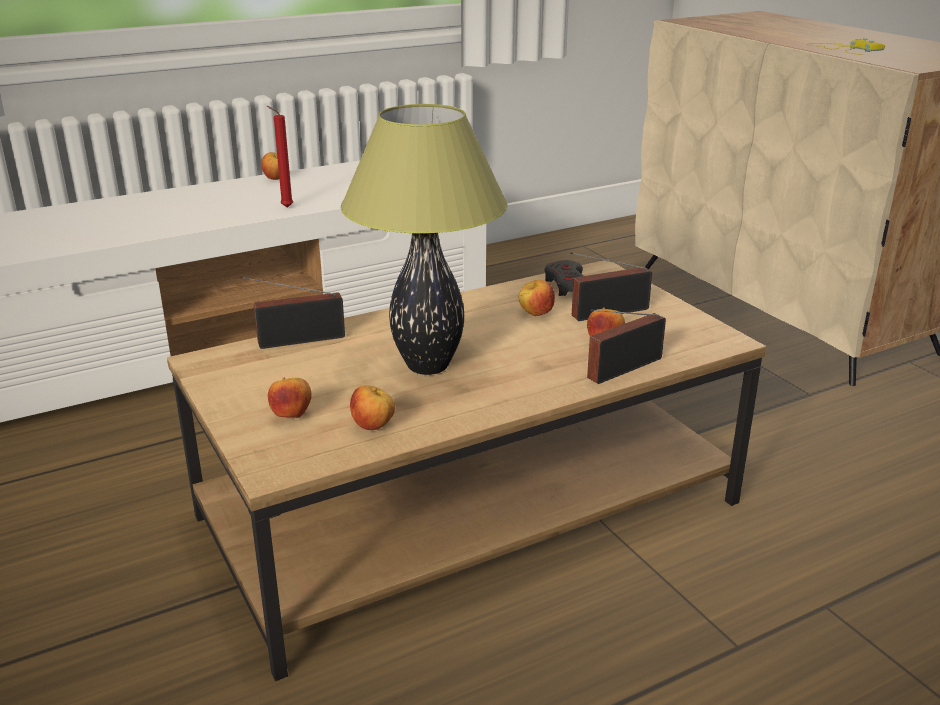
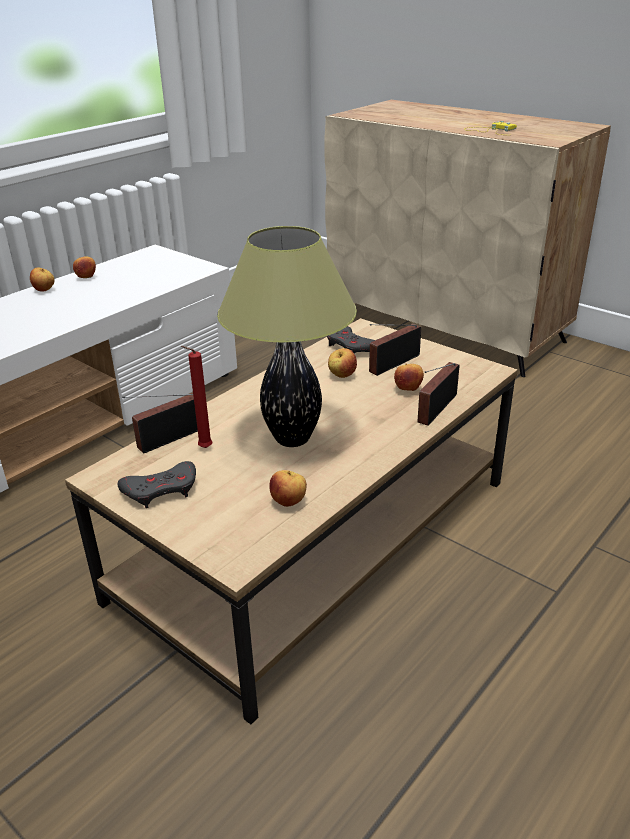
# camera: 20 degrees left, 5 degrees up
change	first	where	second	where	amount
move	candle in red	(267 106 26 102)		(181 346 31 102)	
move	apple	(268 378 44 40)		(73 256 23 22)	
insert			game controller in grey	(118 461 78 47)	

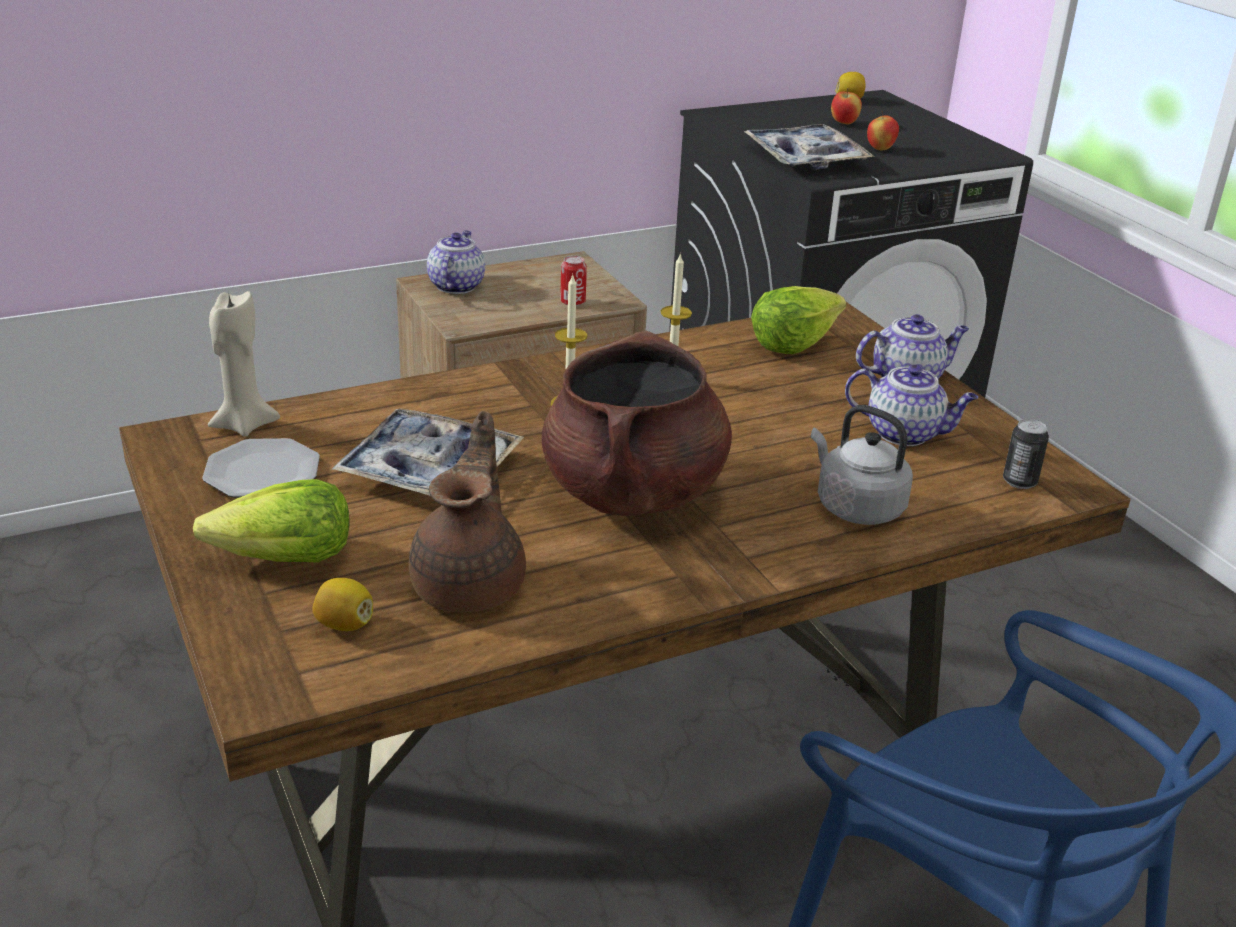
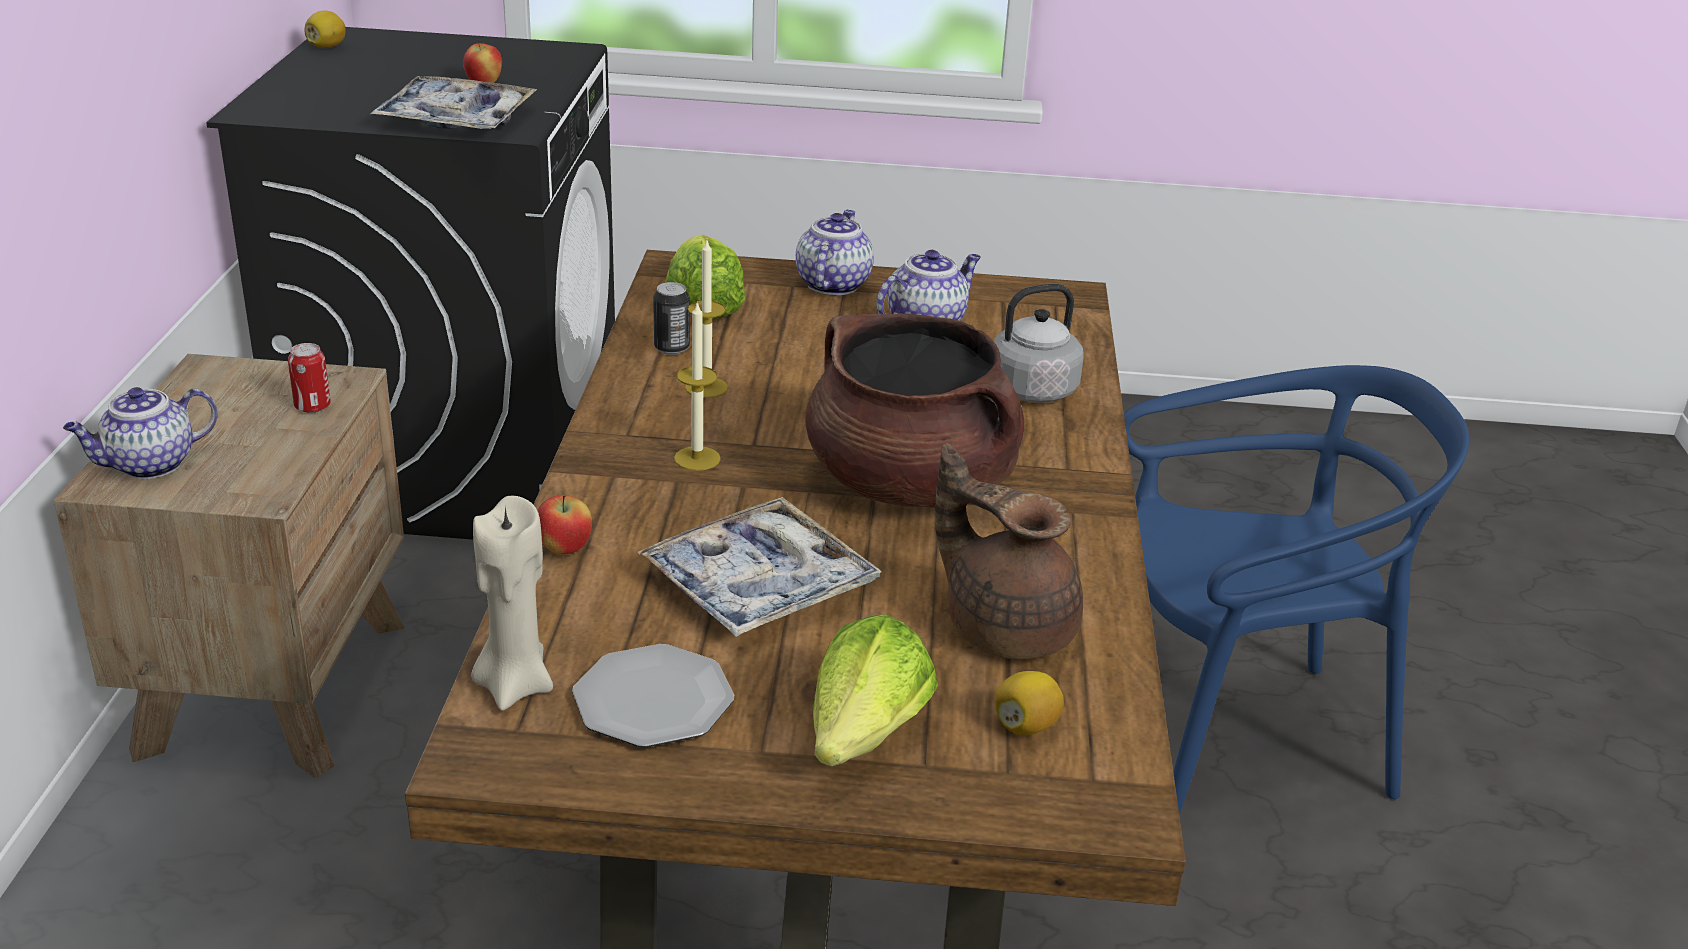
# camera: 60 degrees left, 0 degrees up
change	first	where	second	where	amount
rotate	teapot	(427 230 58 64)		(63 387 155 92)	75 degrees counterclockwise
move	apple	(831 88 31 36)		(537 495 55 60)	
move	can	(1003 419 46 70)		(653 282 37 73)	

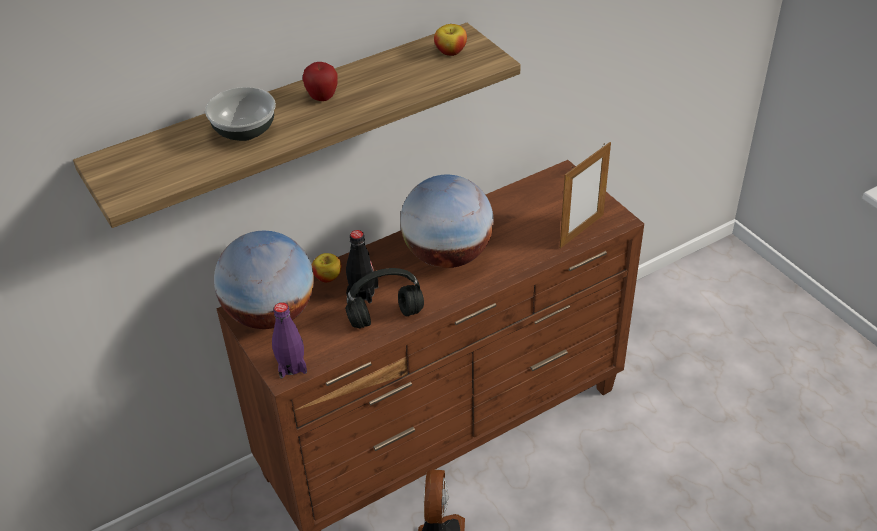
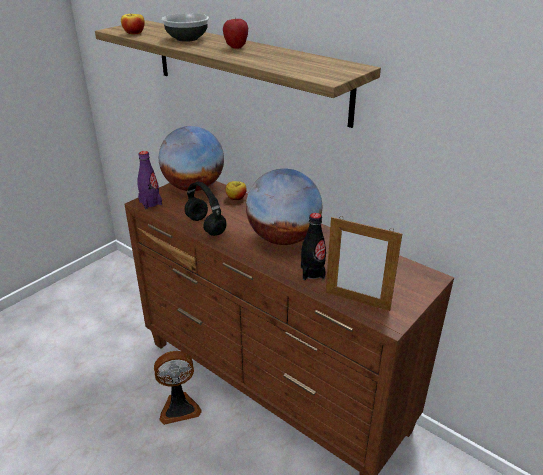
# camera: 70 degrees right, 10 degrees down
change	first	where	second	where	amount
move	bottle in black	(346 230 32 73)		(301 213 25 67)	
move	apple	(434 24 33 32)		(121 13 24 21)	

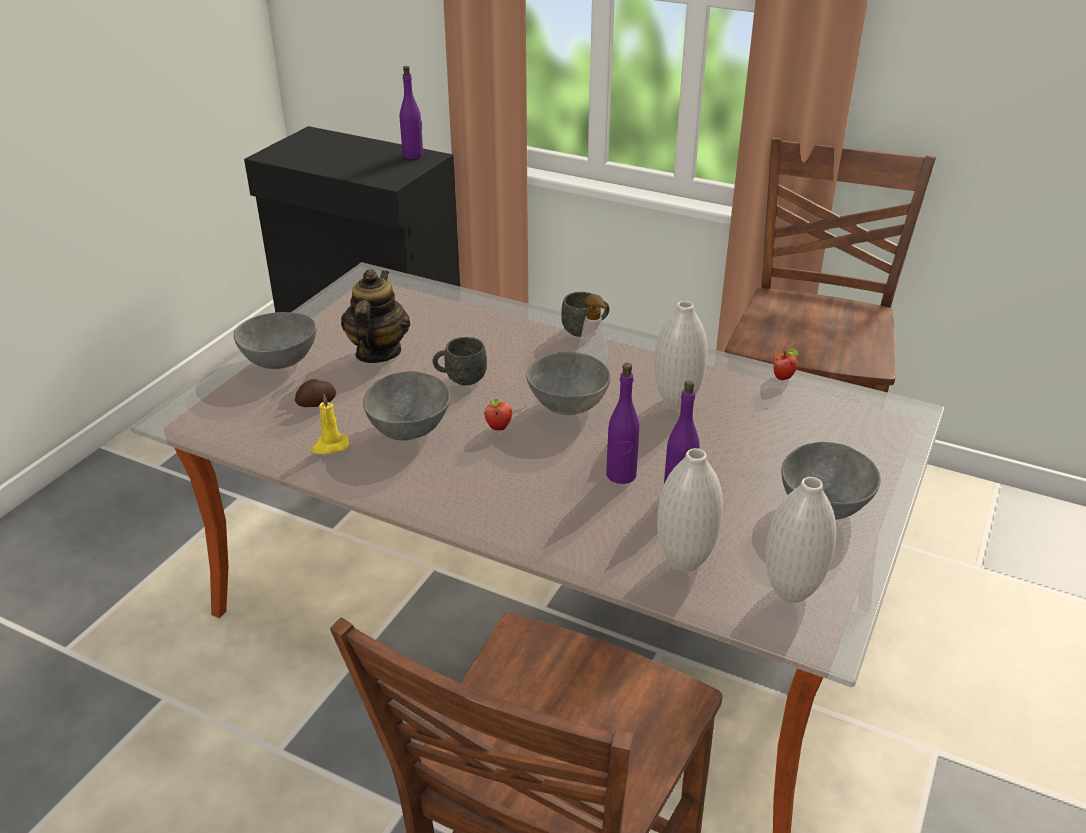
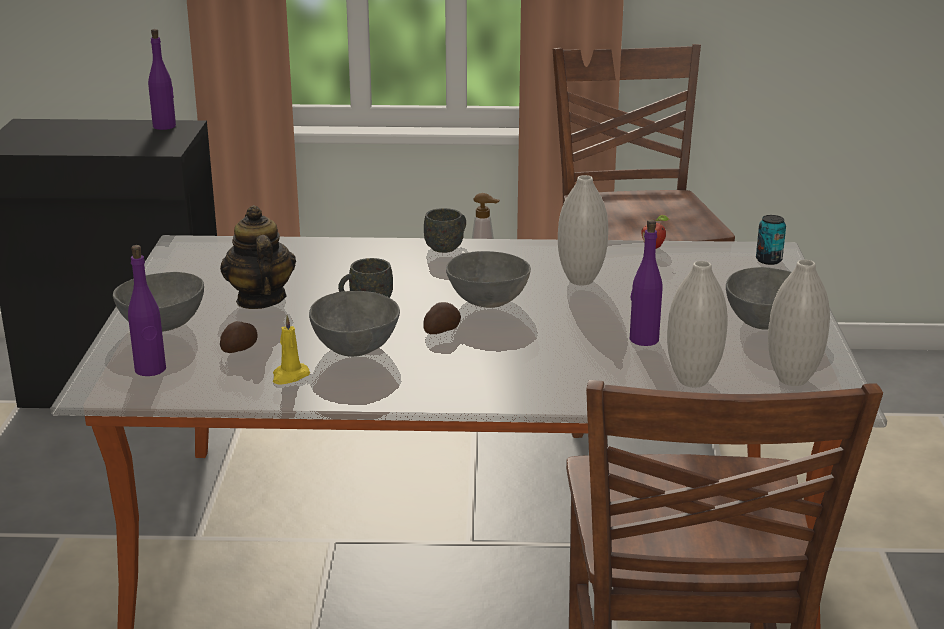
# camera: 25 degrees left, 10 degrees down
change	first	where	second	where	amount
replace	apple	(484 398 28 33)	potato	(423 302 38 32)	
move	bottle in purple	(606 363 34 121)		(128 245 38 131)	
insert			can	(756 215 30 50)	

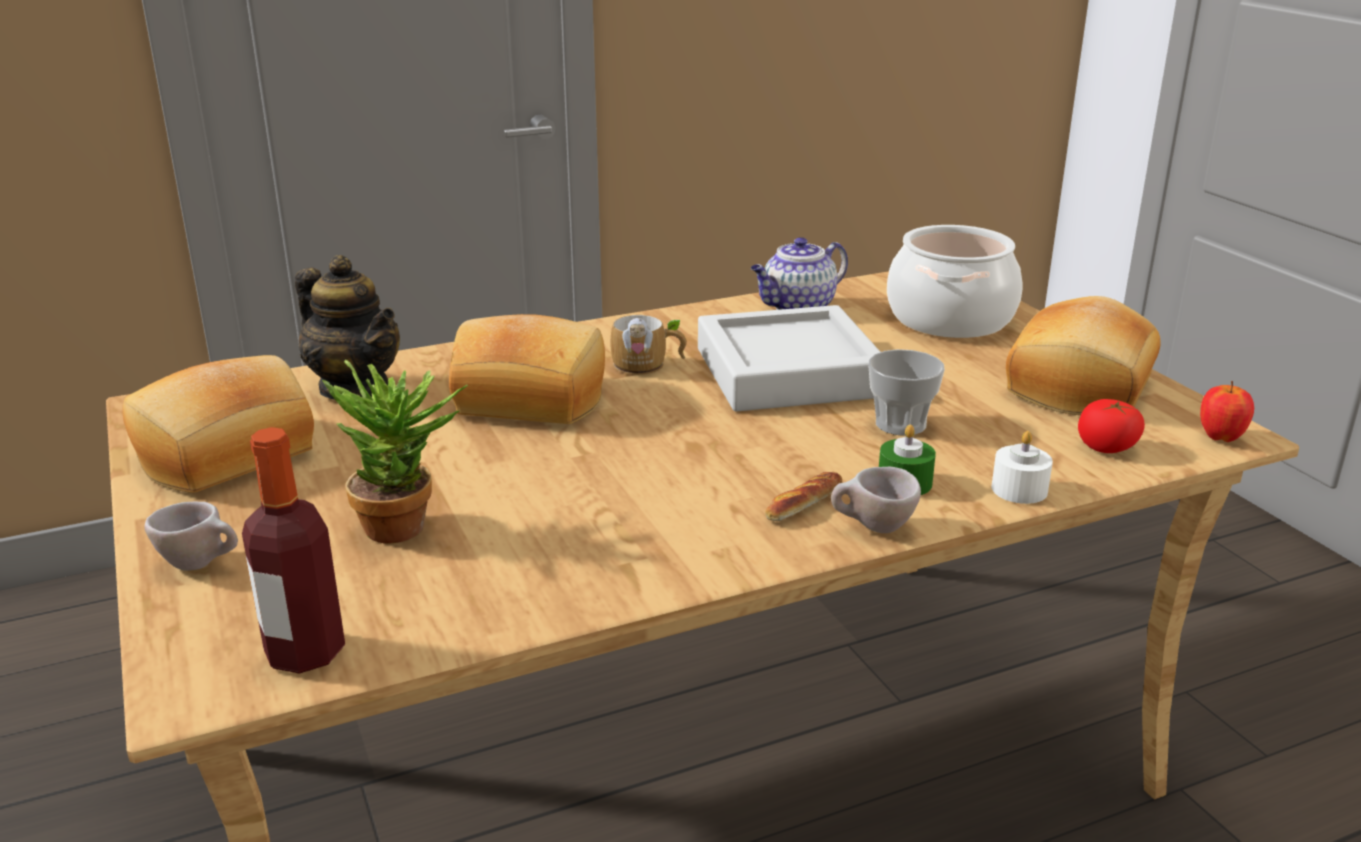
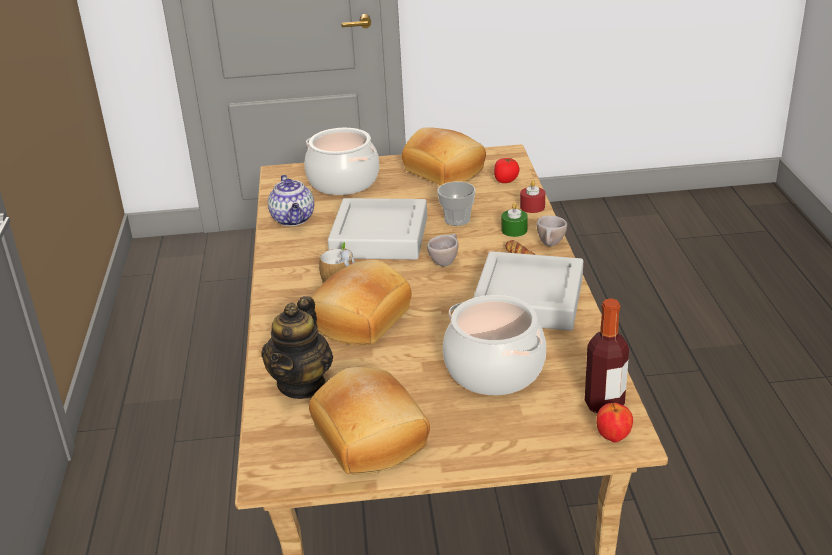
# camera: 70 degrees left, 5 degrees up
change	first	where	second	where	amount
move	cup in beige	(144 502 94 69)		(427 234 32 32)	
rotate	teapot	(295 255 105 145)		(261 296 72 103)	135 degrees clockwise
replace	potted plant	(322 360 146 184)	cooking pot	(443 295 103 100)	
recolor	candle in white	(992 431 61 73)	candle in red	(520 180 25 33)	
move	apple	(1200 381 54 61)		(596 403 37 40)	
insert			tray in grey	(473 251 110 80)	

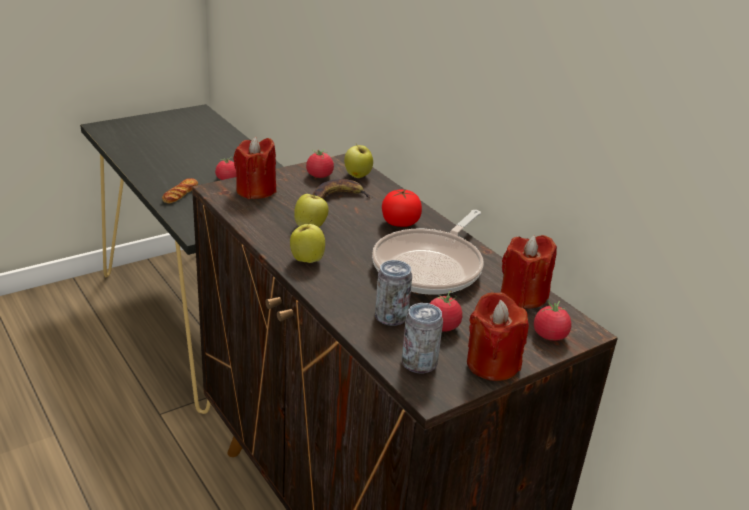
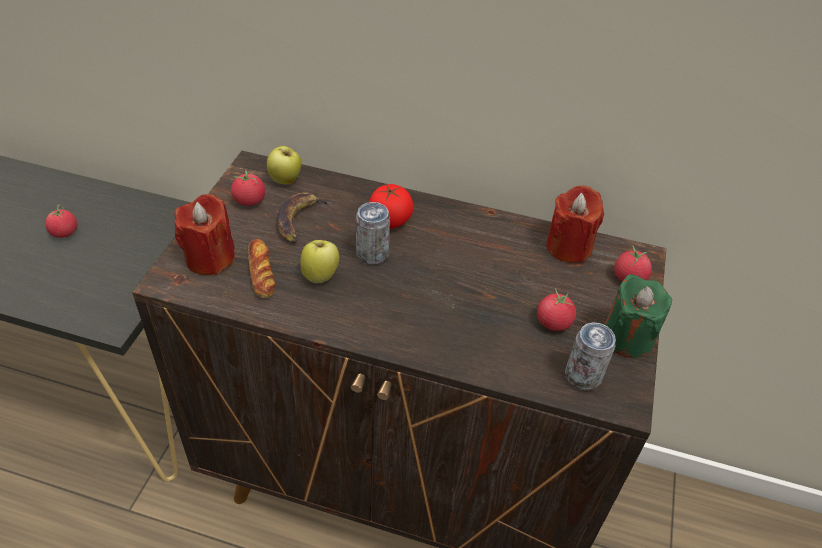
# camera: 40 degrees left, 15 degrees up
change	first	where	second	where	amount
move	bread	(162 178 36 26)		(248 239 27 59)	
delete	apple	(290 220 35 43)			
delete	frying pan	(372 210 112 85)			
move	can	(375 260 37 66)		(356 202 34 63)	
recolor	candle in red	(467 292 62 89)	candle in green	(604 274 68 84)	

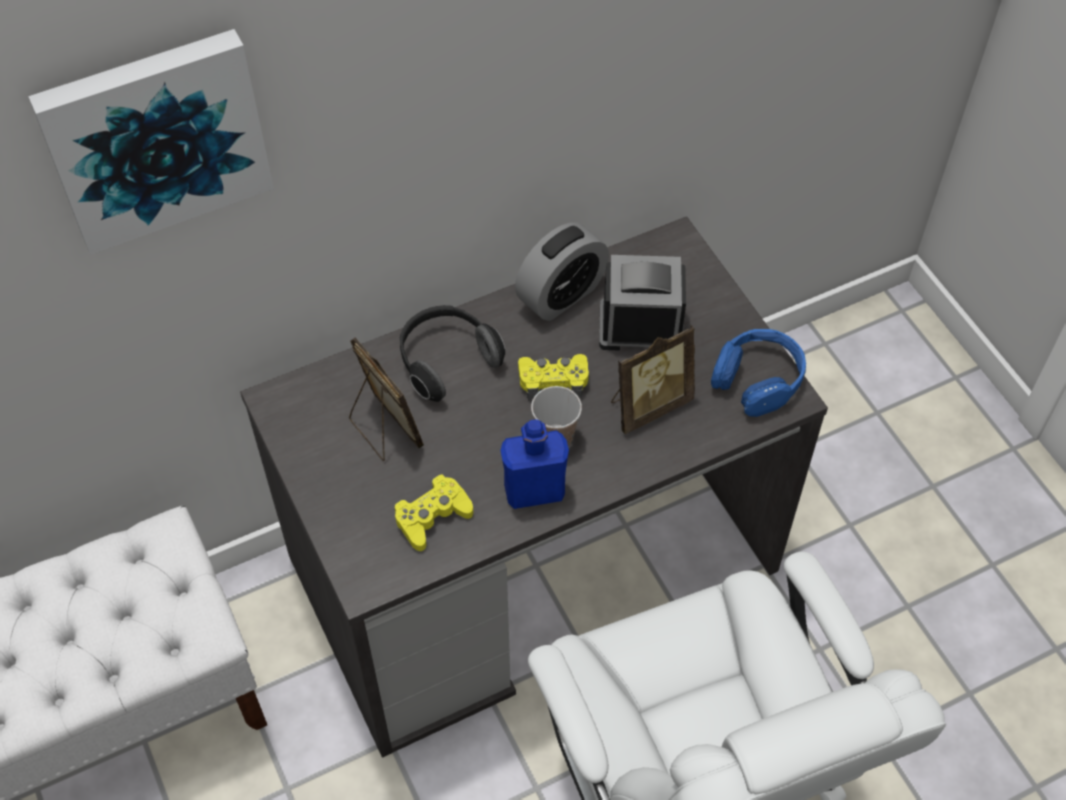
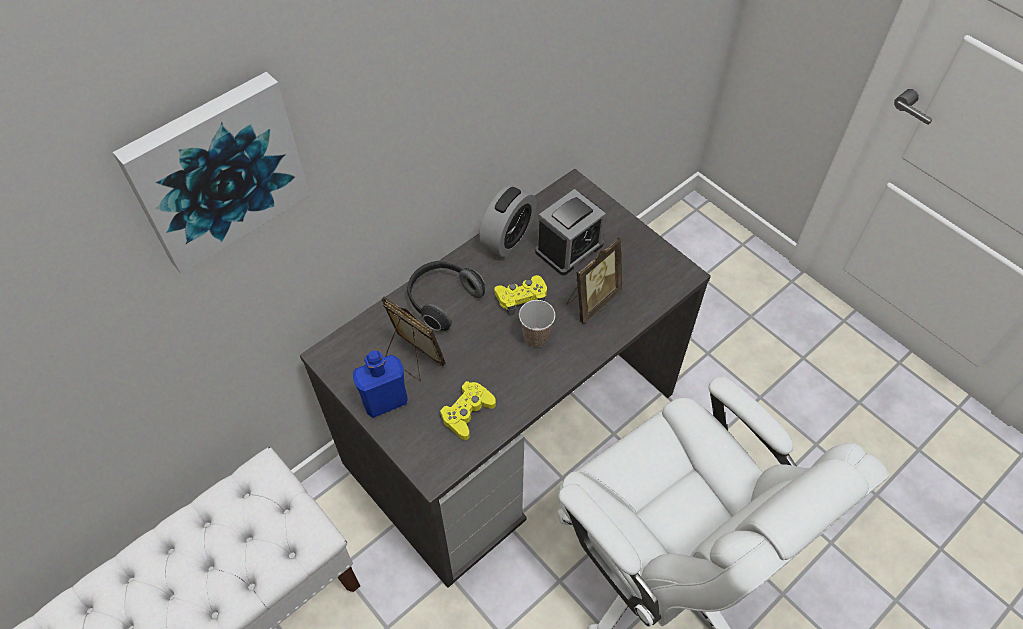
# camera: 15 degrees left, 0 degrees up
change	first	where	second	where	amount
move	bottle in blue	(500 419 69 90)		(353 350 55 68)	
rotate	alarm clock	(599 255 87 96)		(535 189 71 87)	150 degrees clockwise
delete	headphones in blue	(711 329 95 88)			

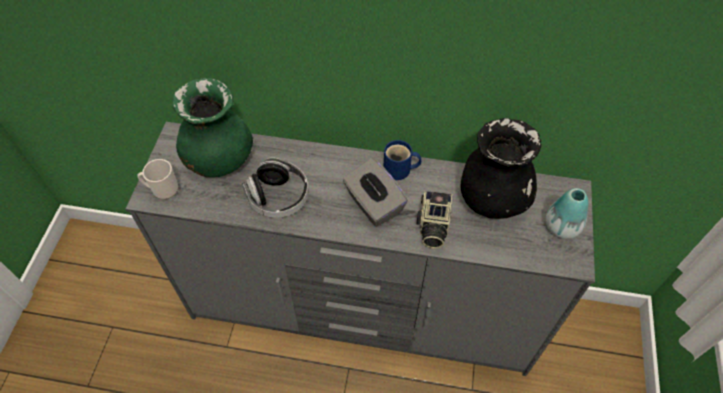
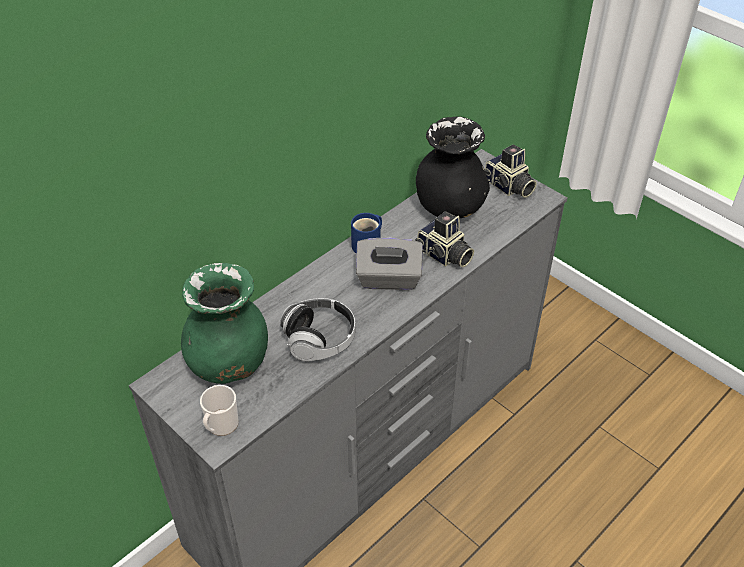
# camera: 55 degrees left, 10 degrees down
change	first	where	second	where	amount
replace	vase	(546 188 42 51)	photo camera	(484 144 53 54)	

